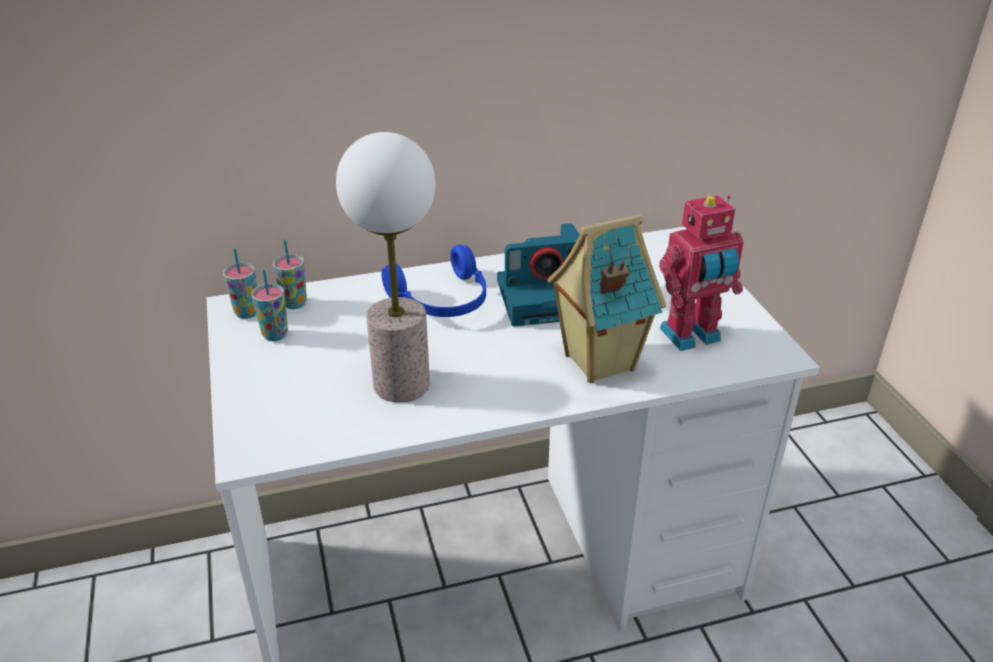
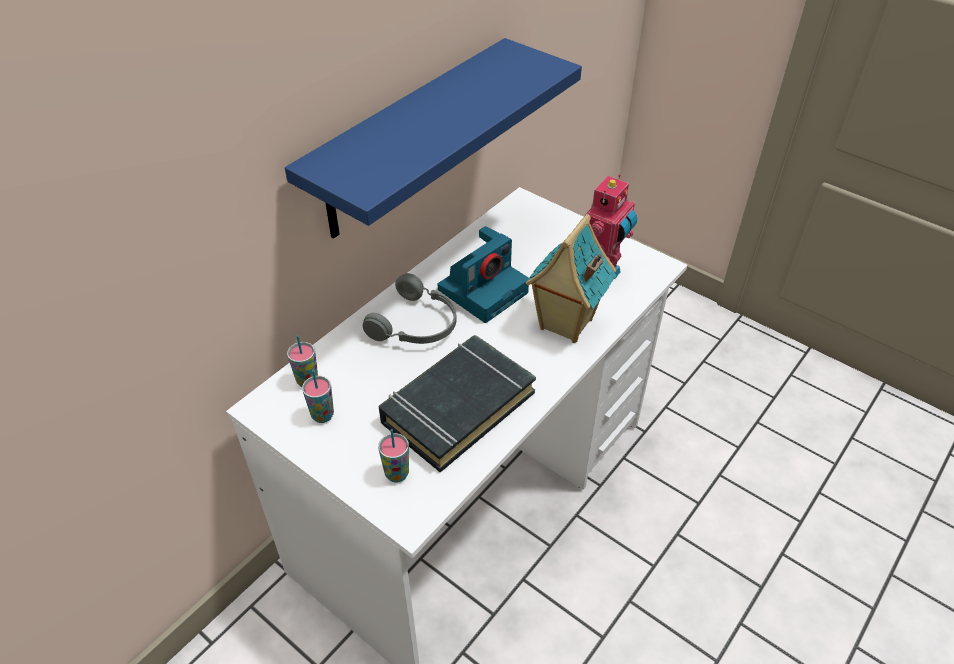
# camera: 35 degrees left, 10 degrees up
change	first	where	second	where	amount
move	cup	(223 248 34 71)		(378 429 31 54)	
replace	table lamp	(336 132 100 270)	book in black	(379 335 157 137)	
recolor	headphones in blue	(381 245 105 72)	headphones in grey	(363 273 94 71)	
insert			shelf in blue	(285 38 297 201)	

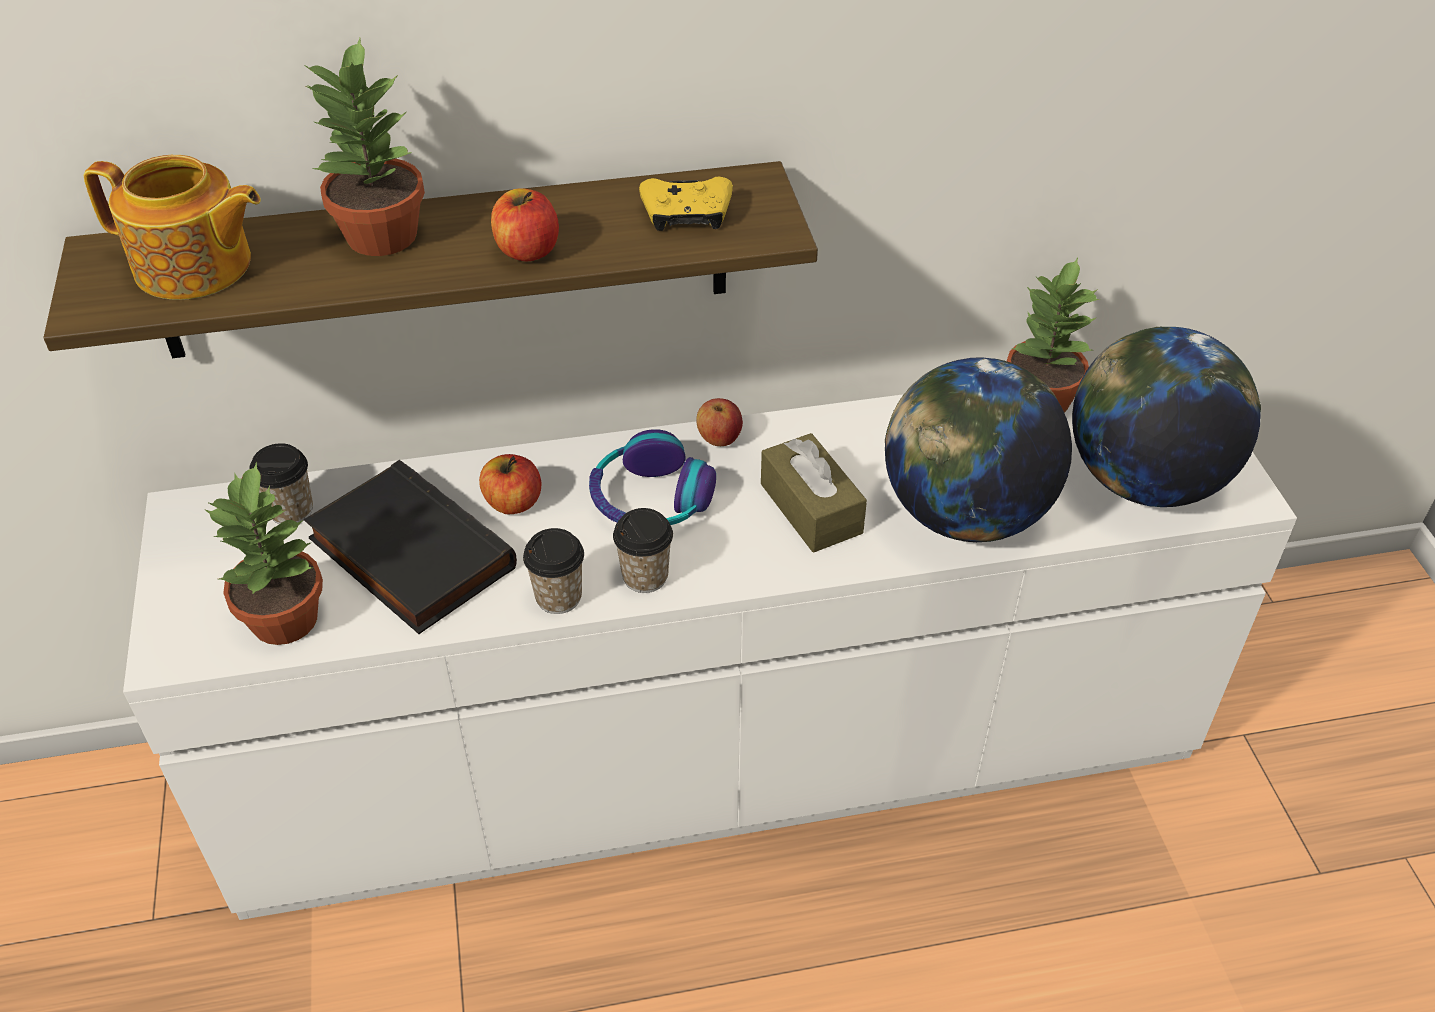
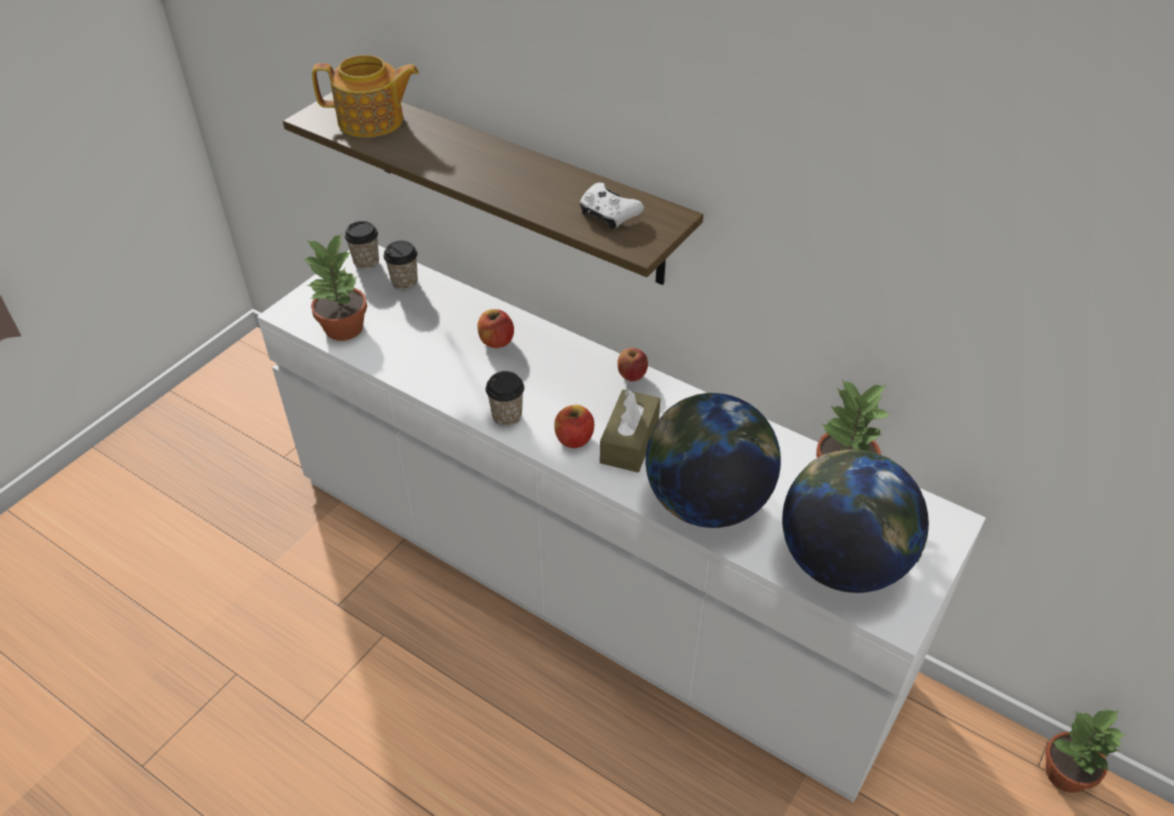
# camera: 45 degrees right, 0 degrees up
change	first	where	second	where	amount
rotate	teapot	(84 155 177 145)		(312 55 107 82)	60 degrees counterclockwise
move	potted plant	(304 38 121 218)		(1045 709 82 84)	
delete	book in black	(304 460 213 174)			
move	apple	(491 188 68 73)		(554 405 40 43)	
move	cup	(523 528 61 86)		(345 221 34 49)	
delete	headphones	(589 429 127 96)			
recolor	game controller in yellow	(639 176 94 55)	game controller in white	(580 183 64 46)	

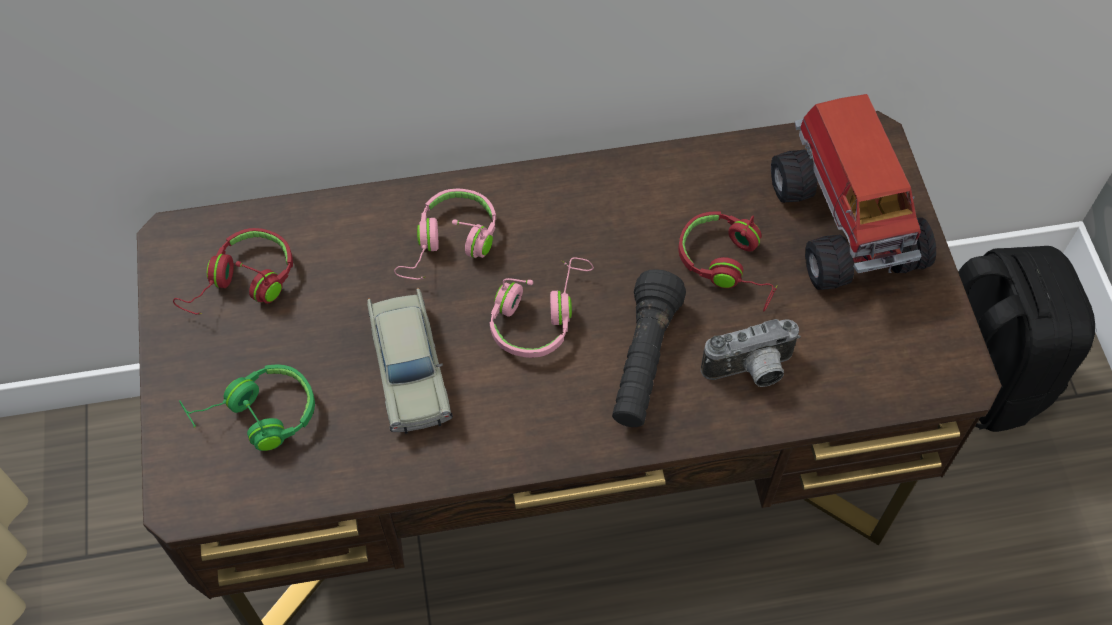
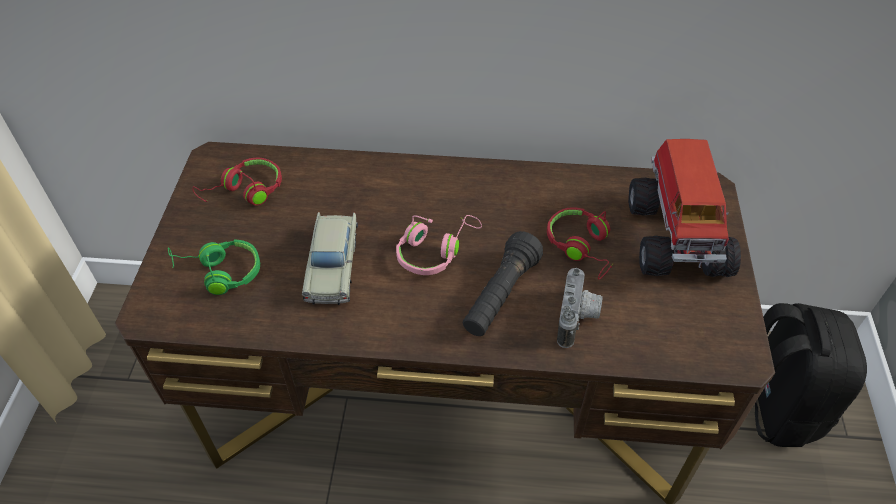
# camera: 15 degrees right, 10 degrees down
change	first	where	second	where	amount
delete	headphones in pink	(394 189 102 91)			
rotate	photo camera	(701 319 100 68)		(557 268 46 80)	75 degrees counterclockwise

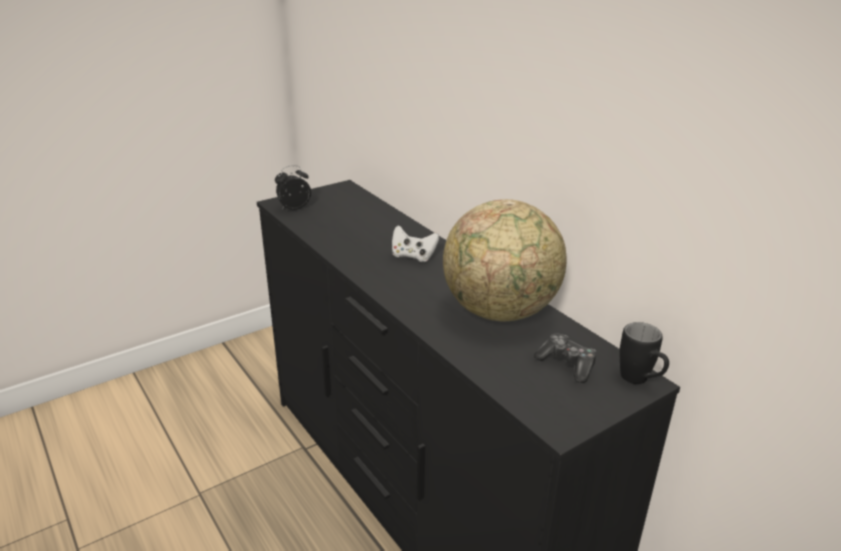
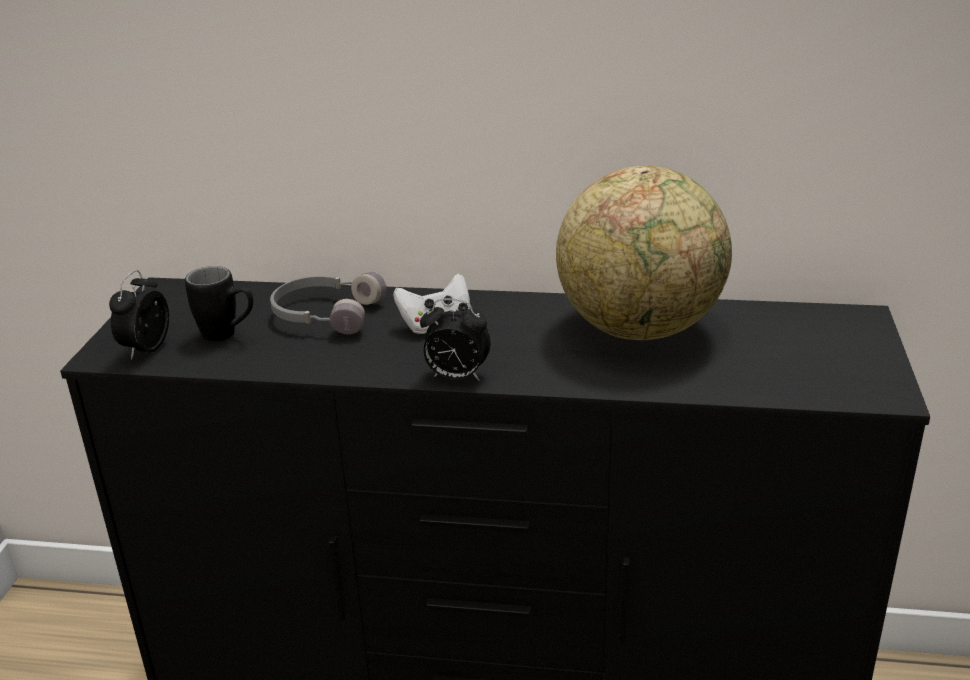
# camera: 45 degrees left, 0 degrees up
change	first	where	second	where	amount
delete	game controller	(534 334 62 49)			
move	mug in black	(619 322 50 62)		(185 266 68 76)	
insert			headphones in grey	(270 272 116 63)	
insert			alarm clock	(420 298 71 82)	

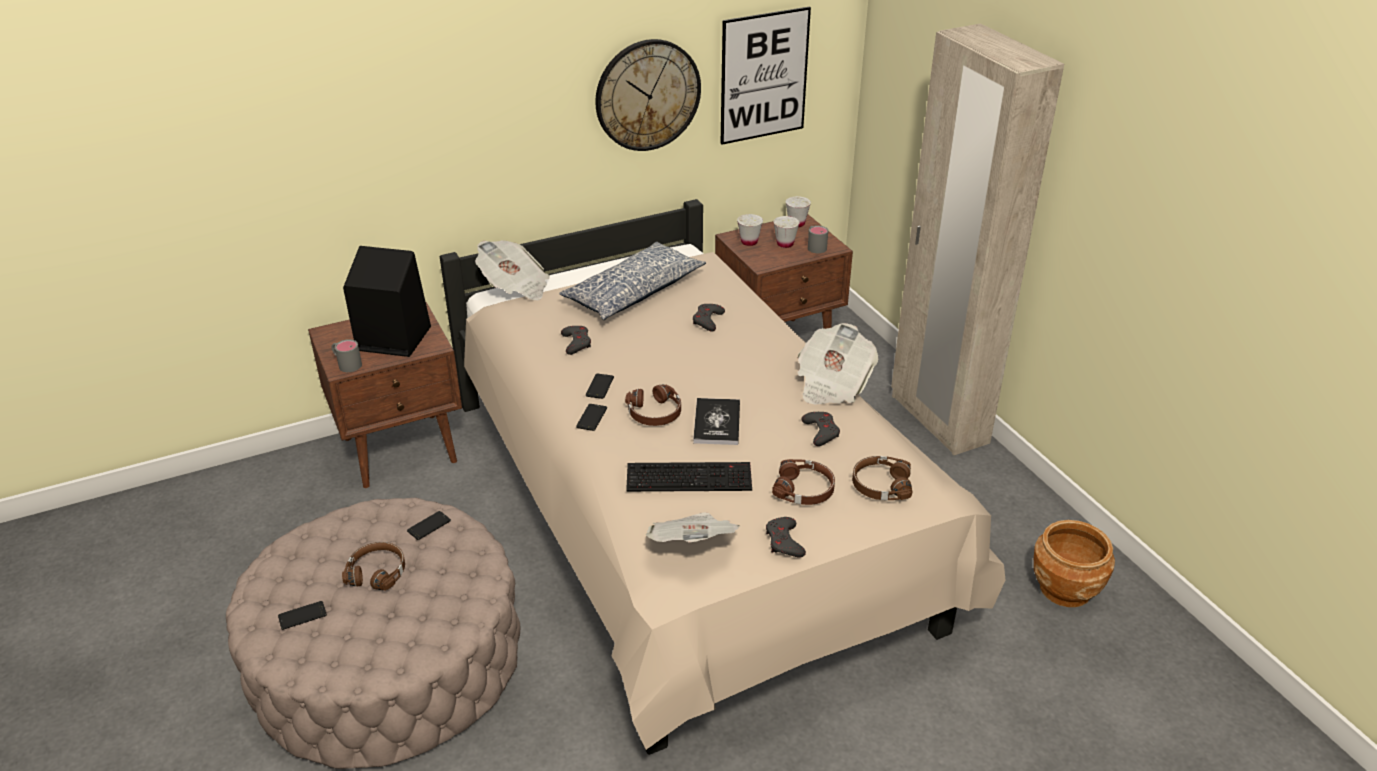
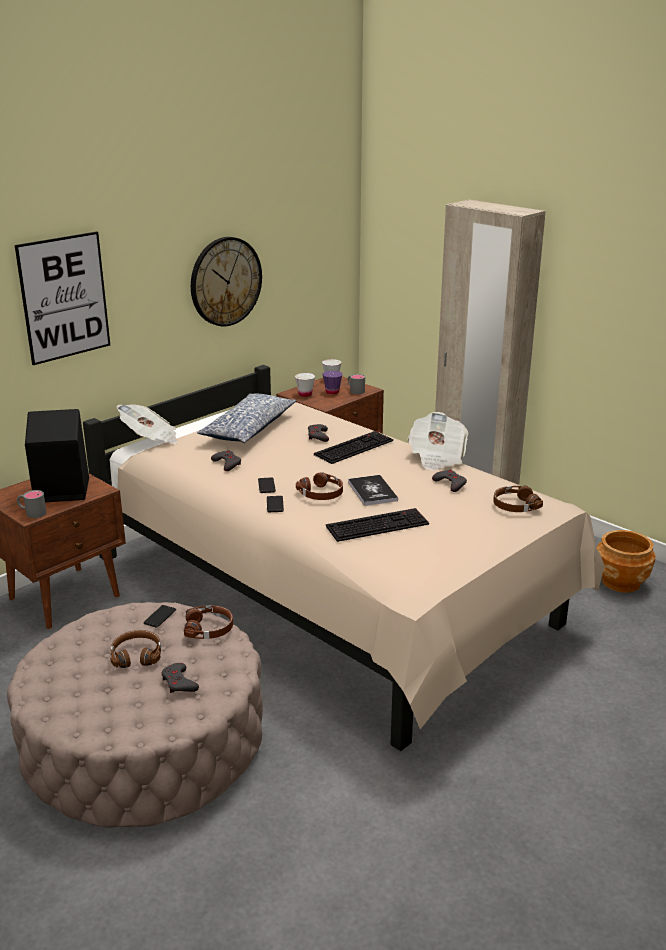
# camera: 20 degrees left, 10 degrees down
change	first	where	second	where	amount
delete	phone	(278 601 49 29)			
delete	newspaper	(646 512 94 31)			
move	picture	(721 7 90 138)		(15 231 95 134)	
move	game controller in grey	(766 517 40 40)		(161 663 38 30)	
move	headphones in brown	(772 459 63 46)		(184 605 49 34)	
recolor	cup in white	(773 216 27 32)	cup in purple	(323 371 19 23)	
insert			keyboard	(314 431 79 33)	

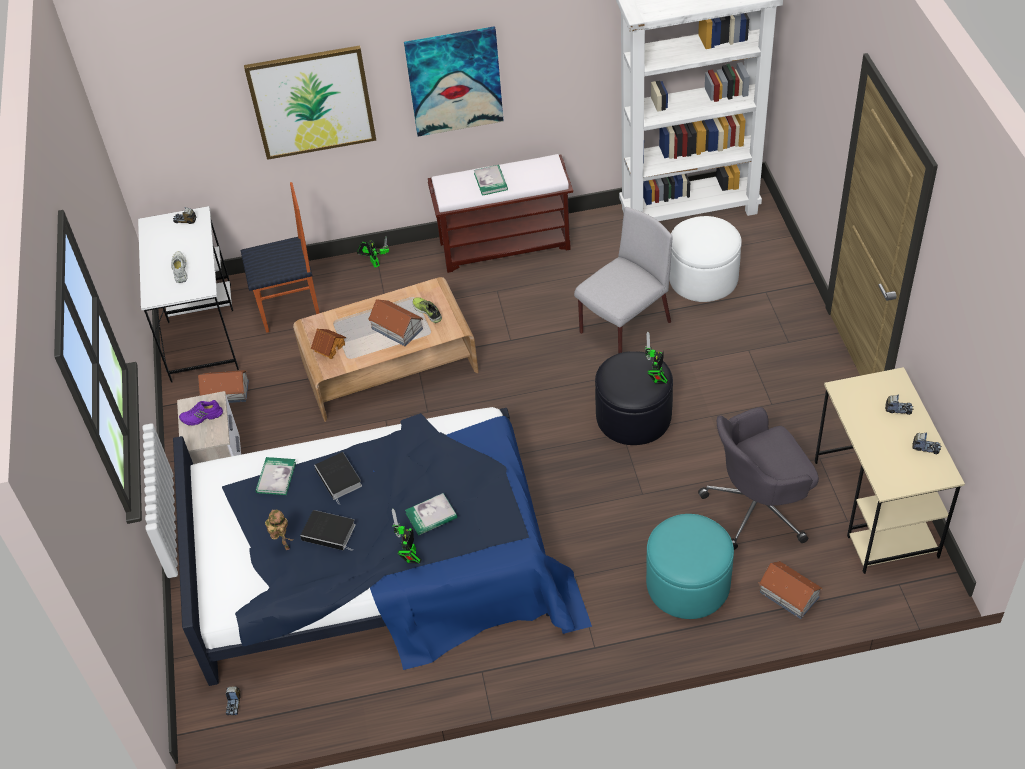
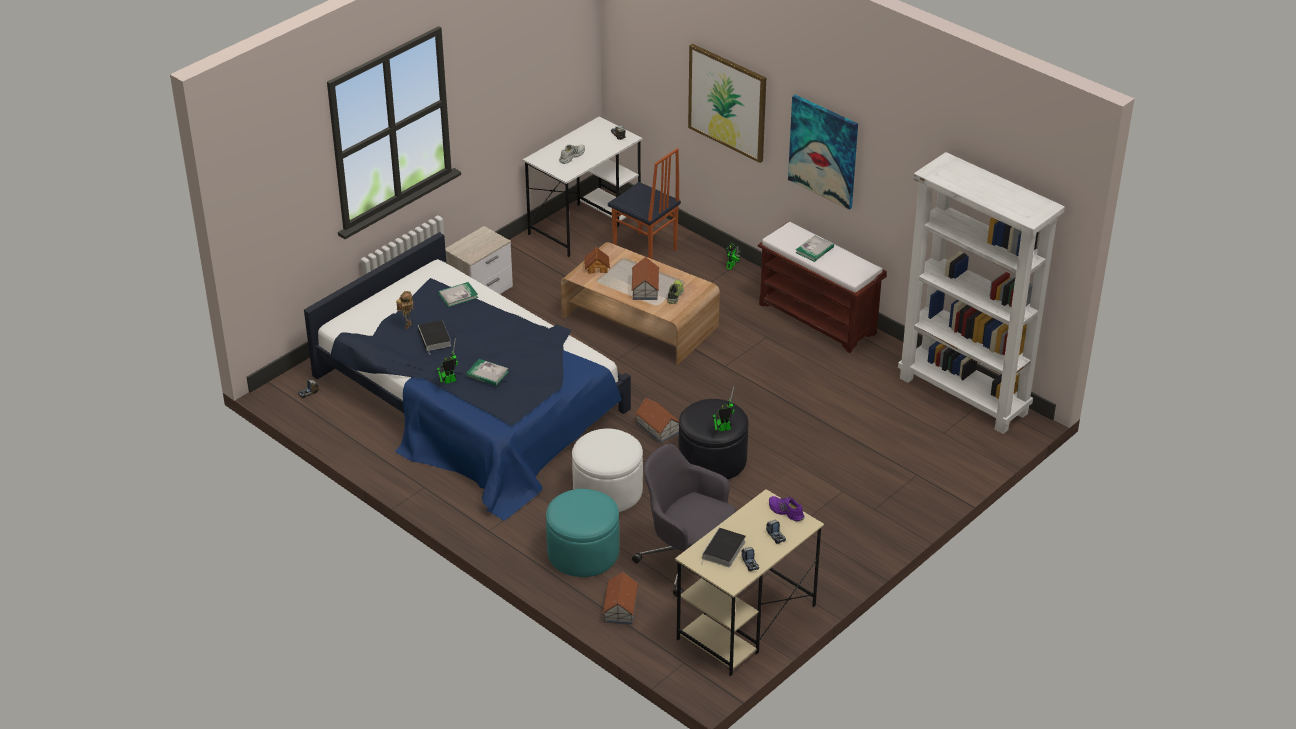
# camera: 50 degrees right, 10 degrees down
change	first	where	second	where	amount
move	shoe in purple	(179 400 44 26)		(769 496 36 25)	
move	toy house	(198 370 51 33)		(635 398 44 45)	
move	book	(314 452 48 52)		(701 528 45 39)	
delete	chair in grey	(574 207 99 146)			
move	ottoman in white	(669 216 73 86)		(572 429 71 83)	

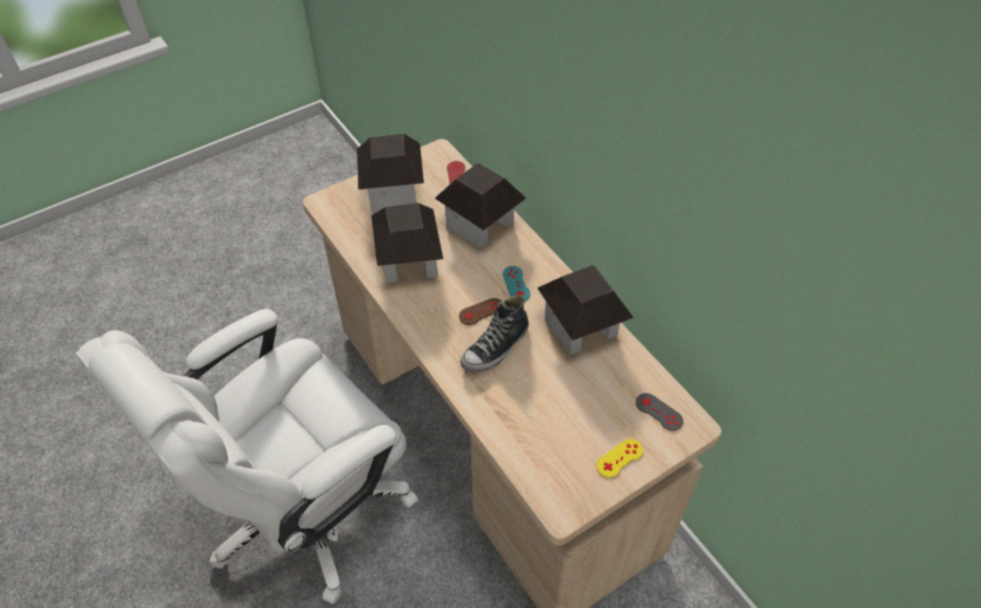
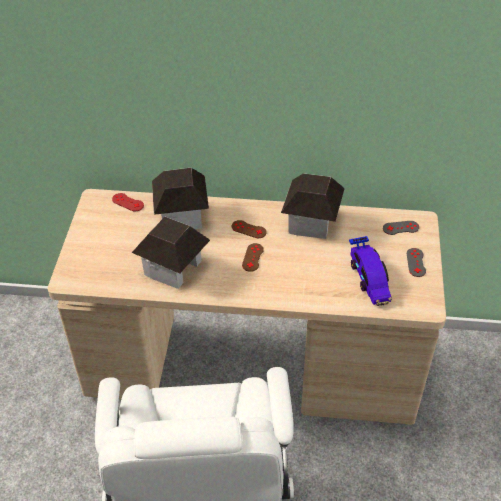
# camera: 50 degrees left, 5 degrees down
change	first	where	second	where	amount
delete	toy house	(357 133 67 79)			
delete	shoe	(460 295 69 77)			
recolor	game controller in turquoise	(503 266 27 36)	game controller in brown	(232 220 35 18)	
recolor	game controller in yellow	(596 439 47 39)	game controller in grey	(407 248 19 29)	
insert			toy car	(349 236 43 70)	

